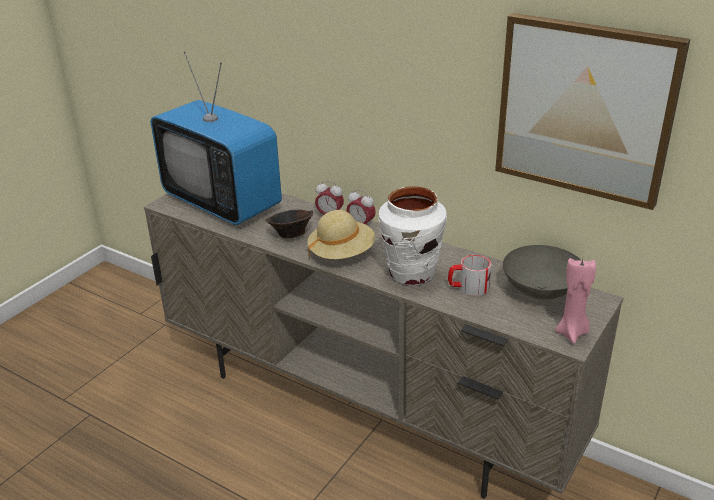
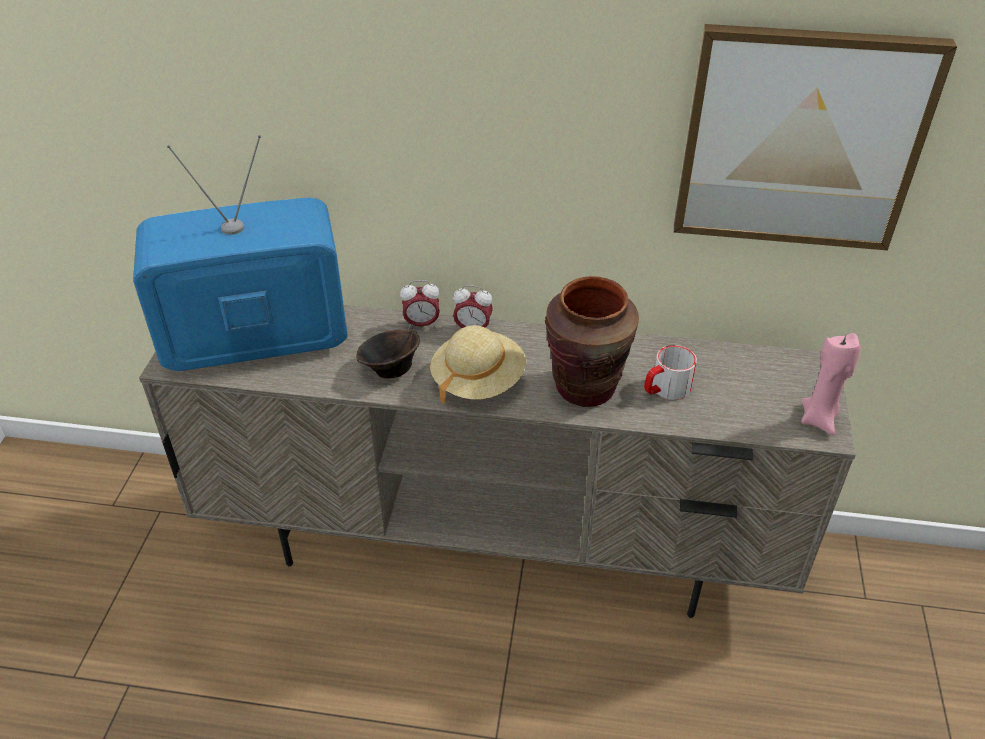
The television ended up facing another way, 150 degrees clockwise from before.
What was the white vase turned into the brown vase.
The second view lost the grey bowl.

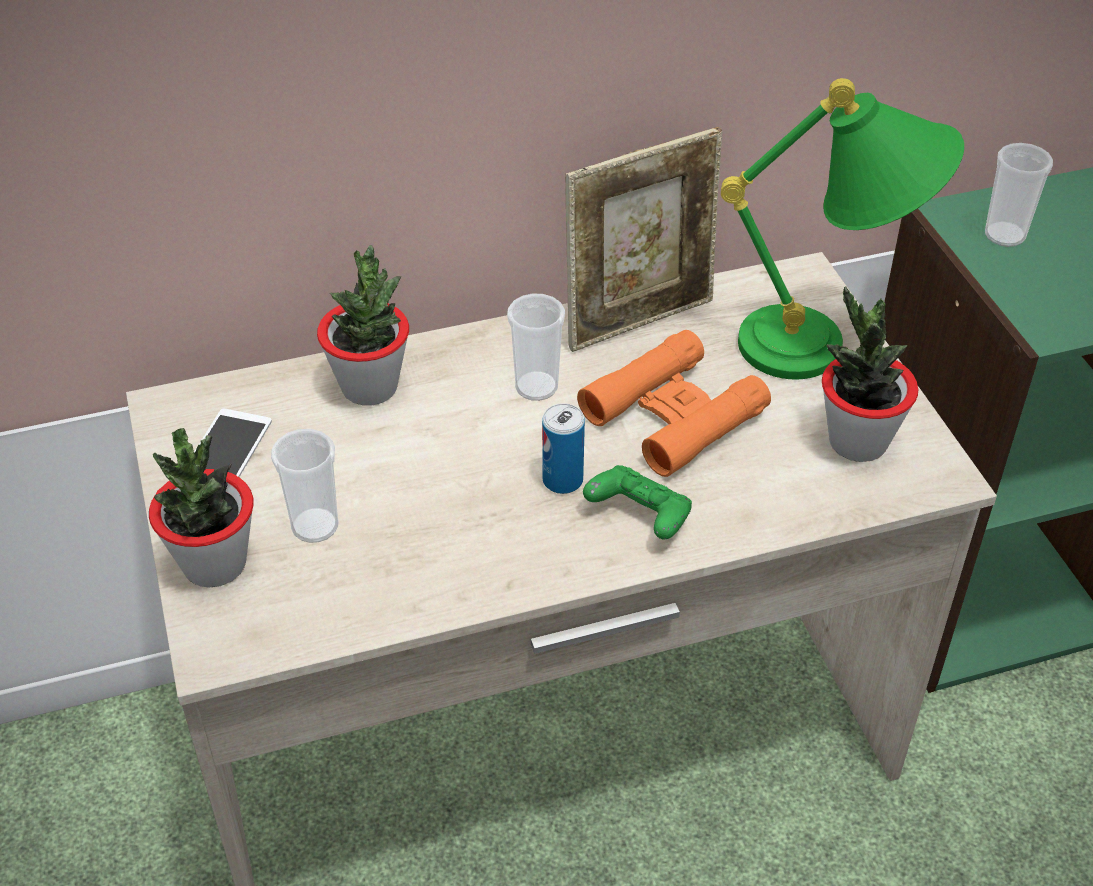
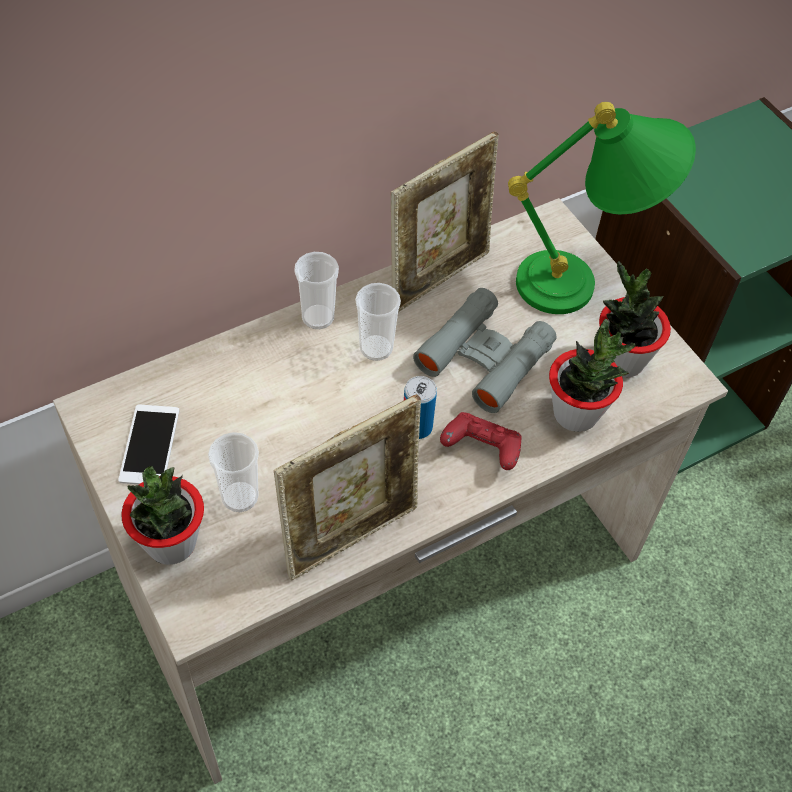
The cup (3rd from left in the first image) ended up elsewhere.
The potted plant (2nd from left) ended up elsewhere.
What was the orange binoculars turned into the grey binoculars.
What was the green game controller turned into the red game controller.
The second view gained the picture frame (1st from left).

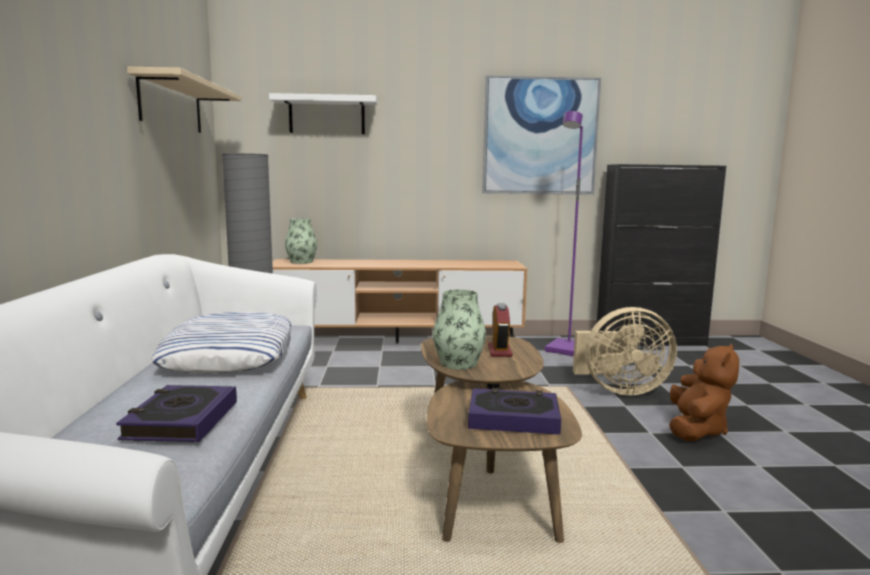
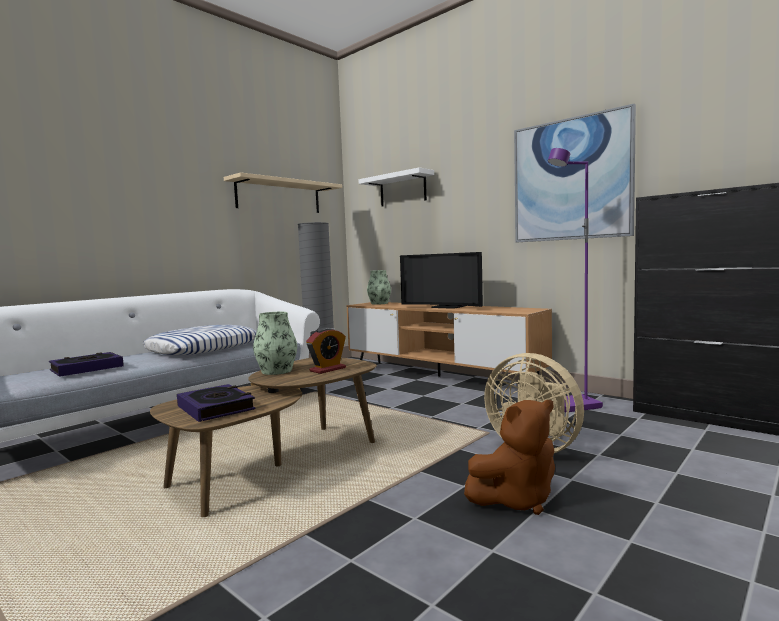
The second view gained the television.

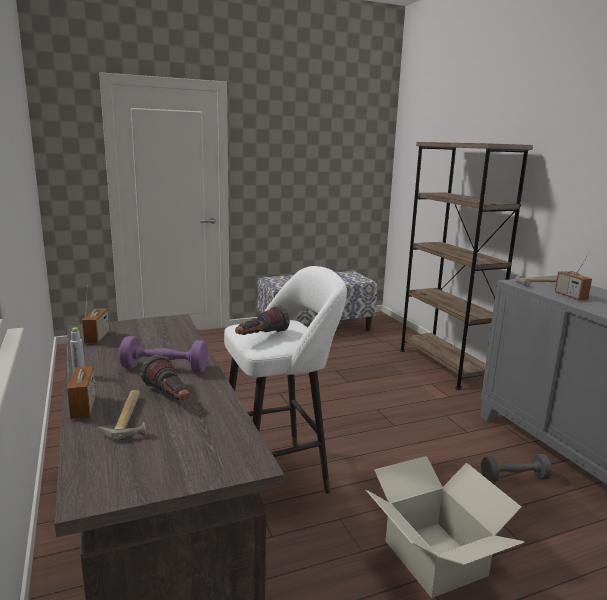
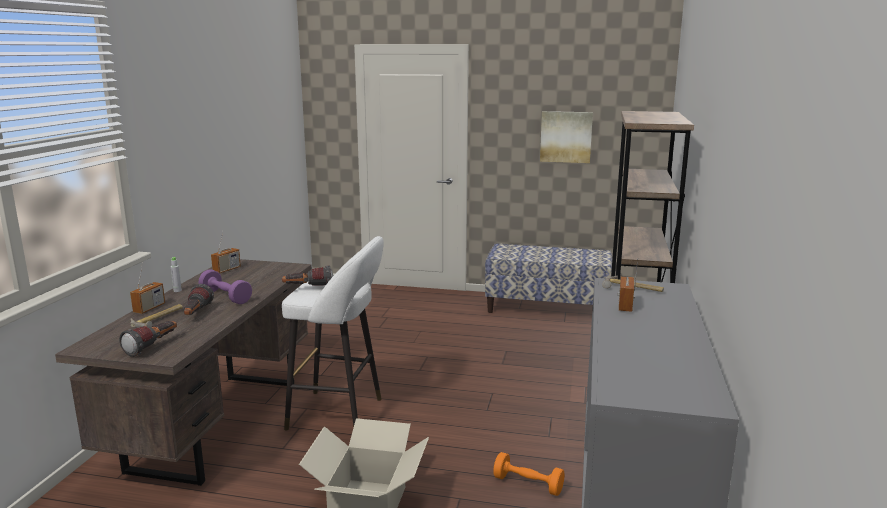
What was the grey dumbbell turned into the orange dumbbell.
The second view gained the picture.
The second view gained the flashlight (1st from left).

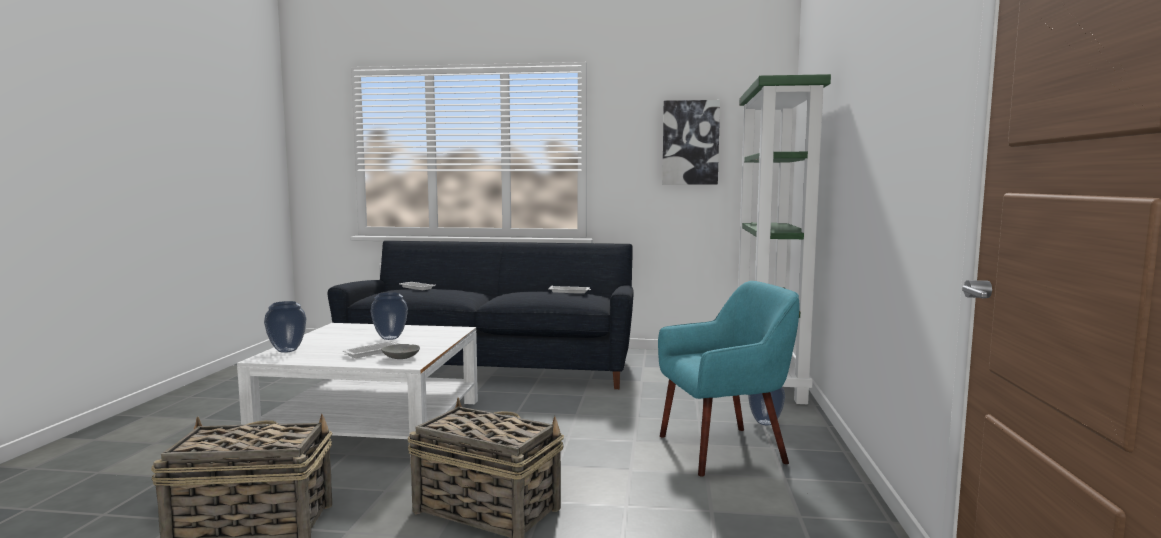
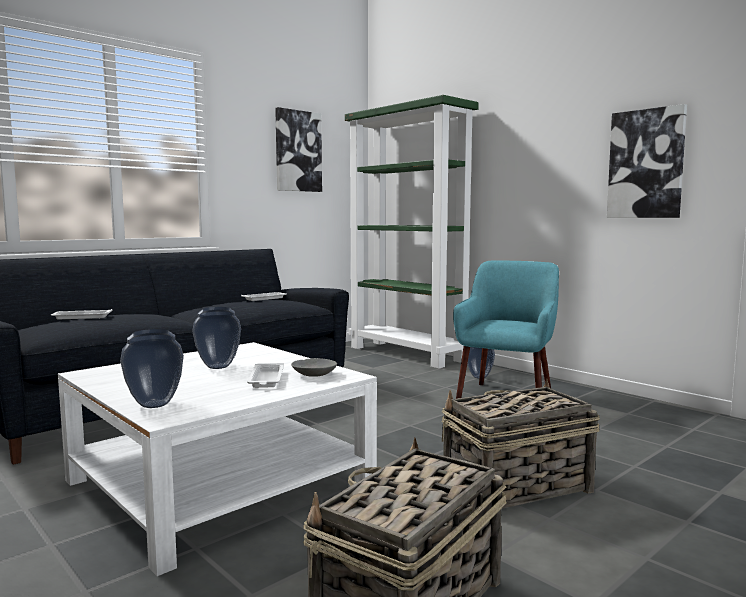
The second view gained the picture (2nd from left).

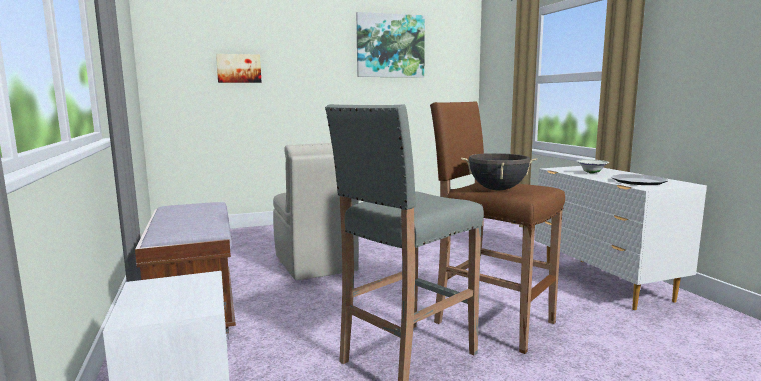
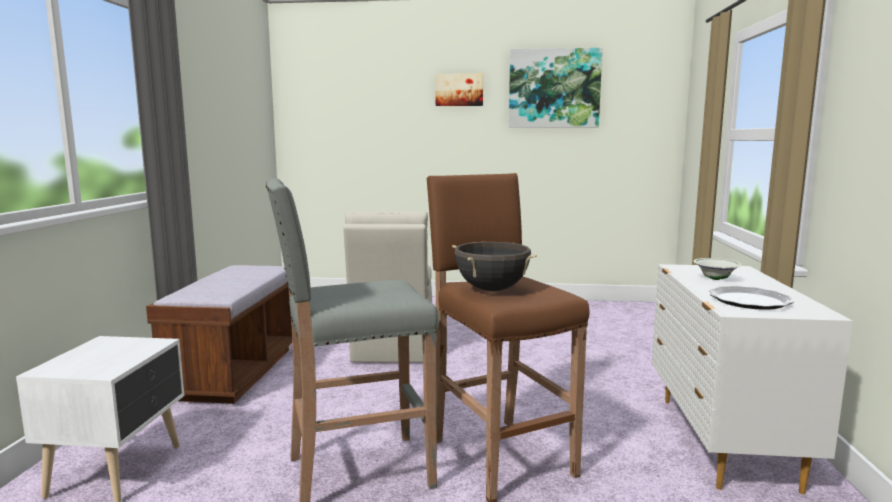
The picture (1st from left) ended up elsewhere.

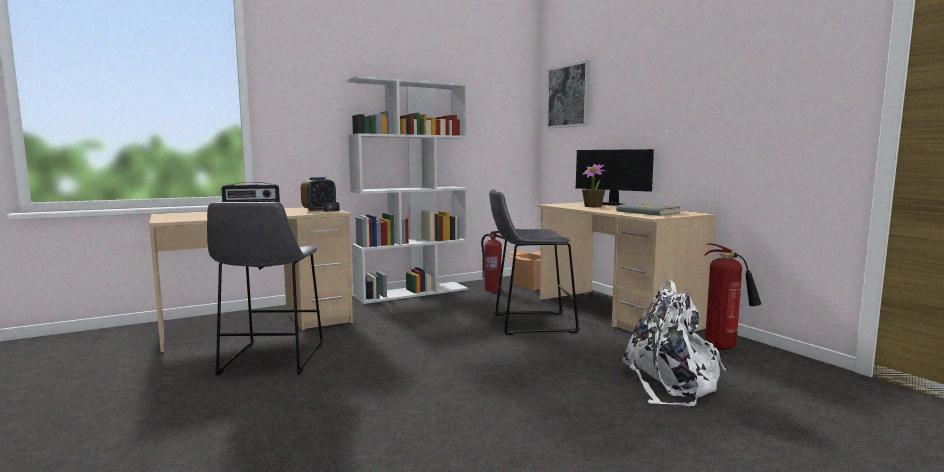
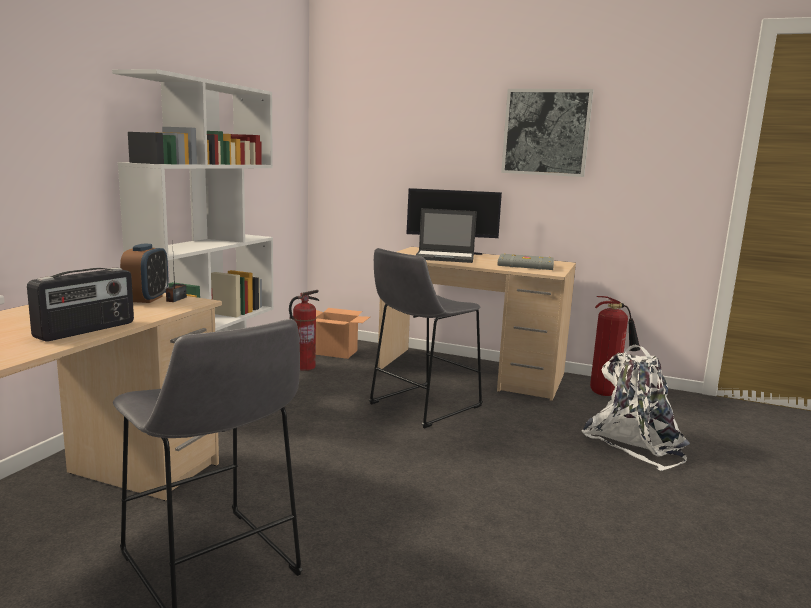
The picture ended up elsewhere.
Where the potted plant stood, the laptop came to stand.

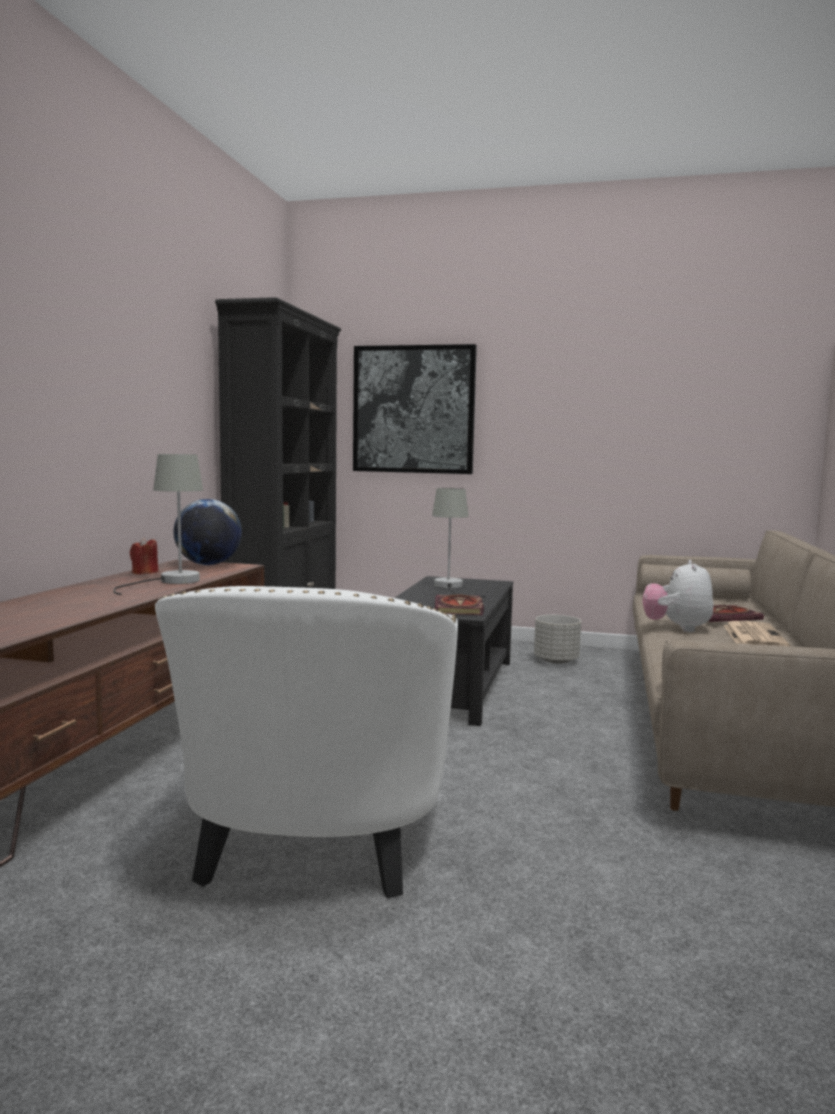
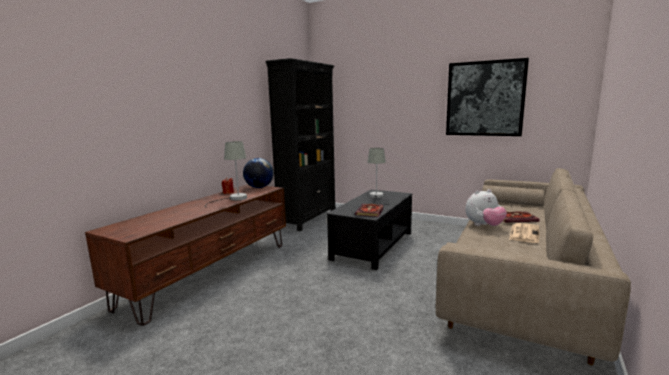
The picture ended up elsewhere.
The plush toy ended up facing another way, 135 degrees counterclockwise from before.
The second view lost the white armchair.
The second view lost the grey planter.

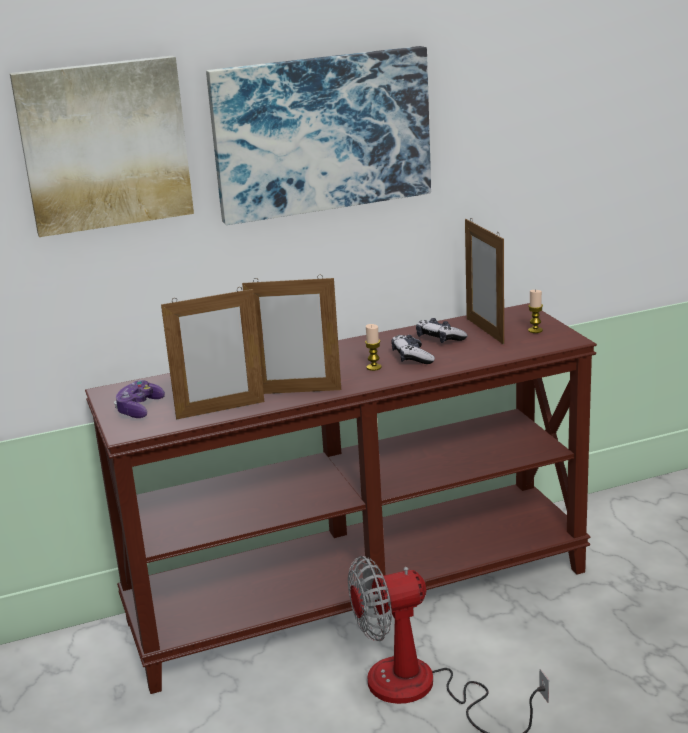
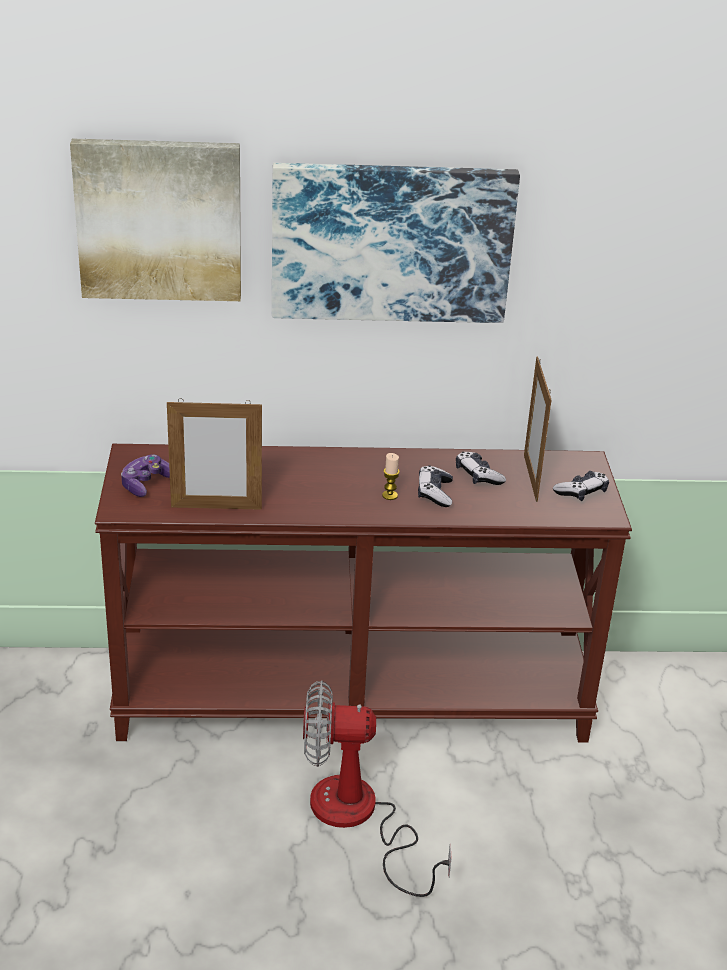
The second view lost the picture frame (2nd from left).
Where the candle (2nd from left) stood, the game controller (4th from left) came to stand.

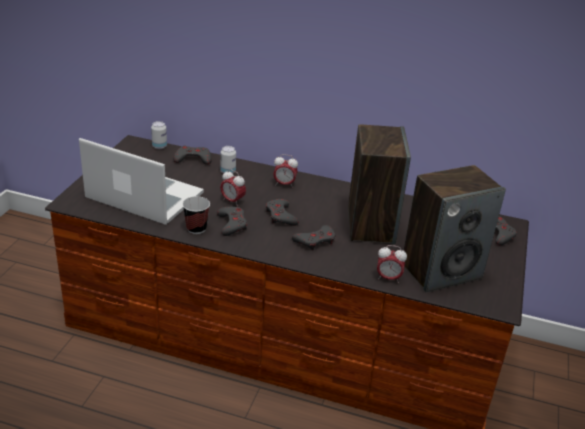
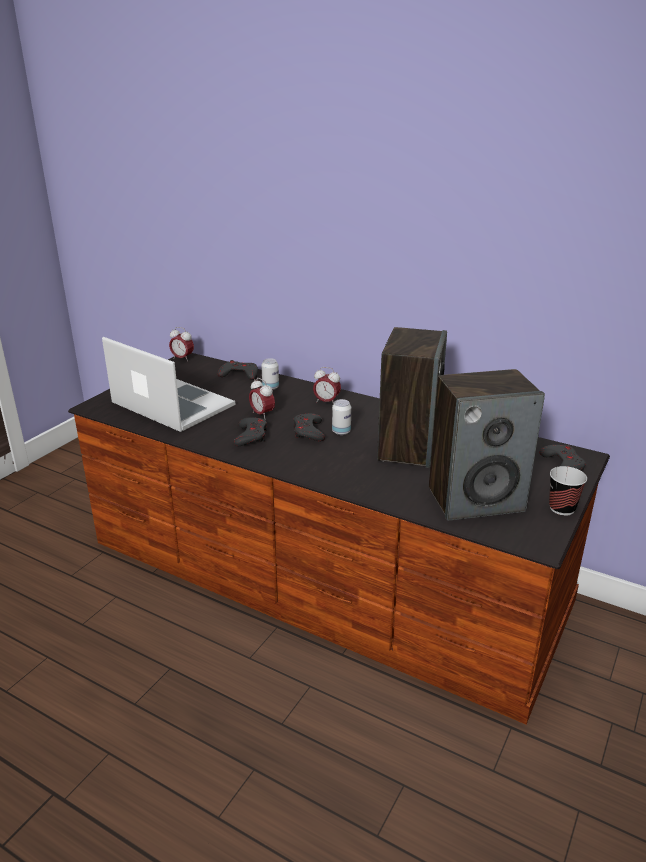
The can (1st from left in the first image) ended up elsewhere.
The cup ended up elsewhere.
The second view lost the grey game controller (4th from left).
The alarm clock (3rd from left in the first image) ended up elsewhere.

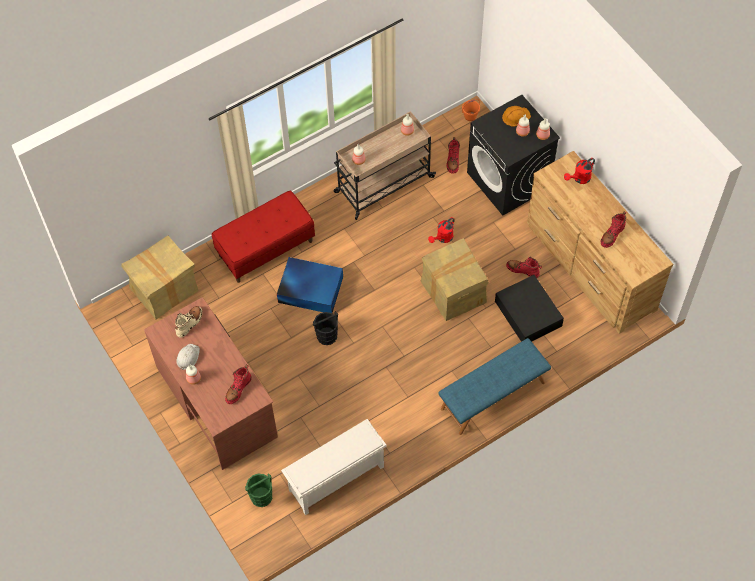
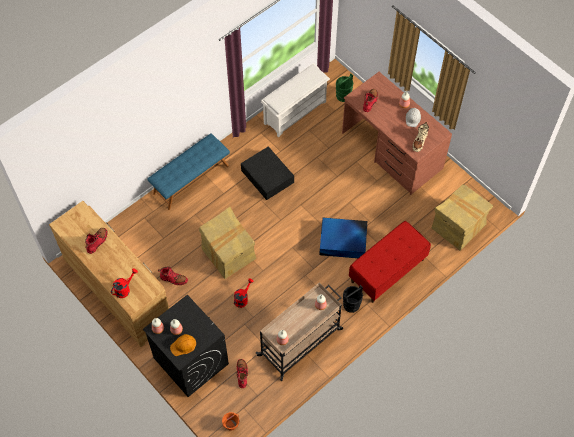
The black storage box ended up elsewhere.
The black bucket ended up elsewhere.

